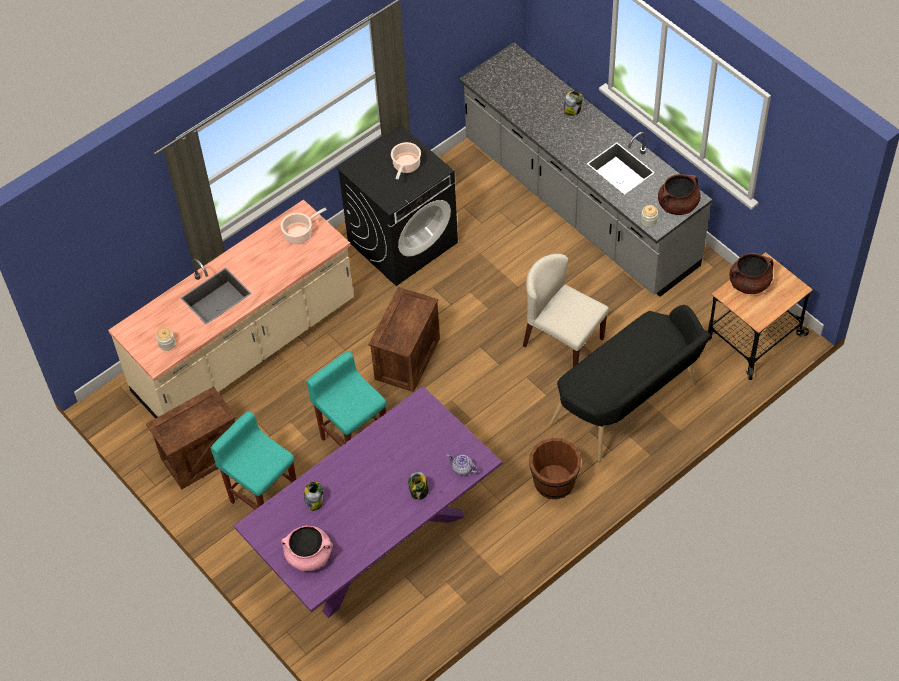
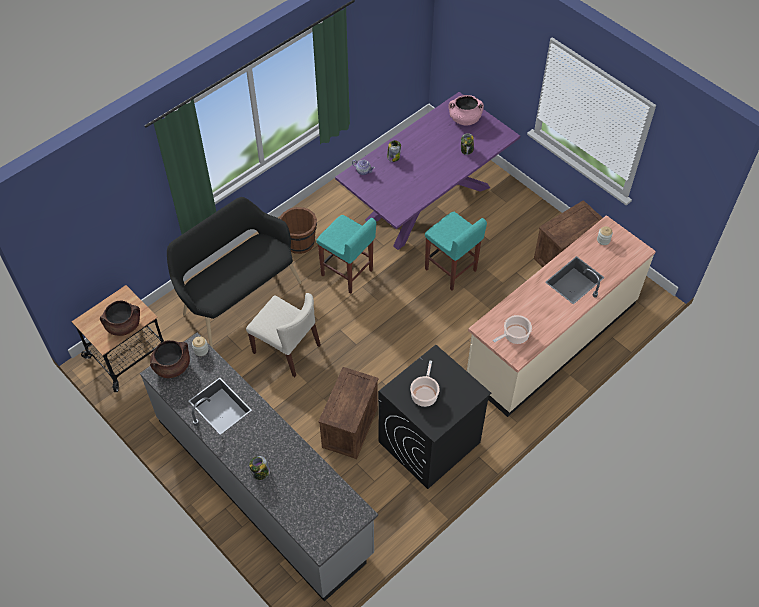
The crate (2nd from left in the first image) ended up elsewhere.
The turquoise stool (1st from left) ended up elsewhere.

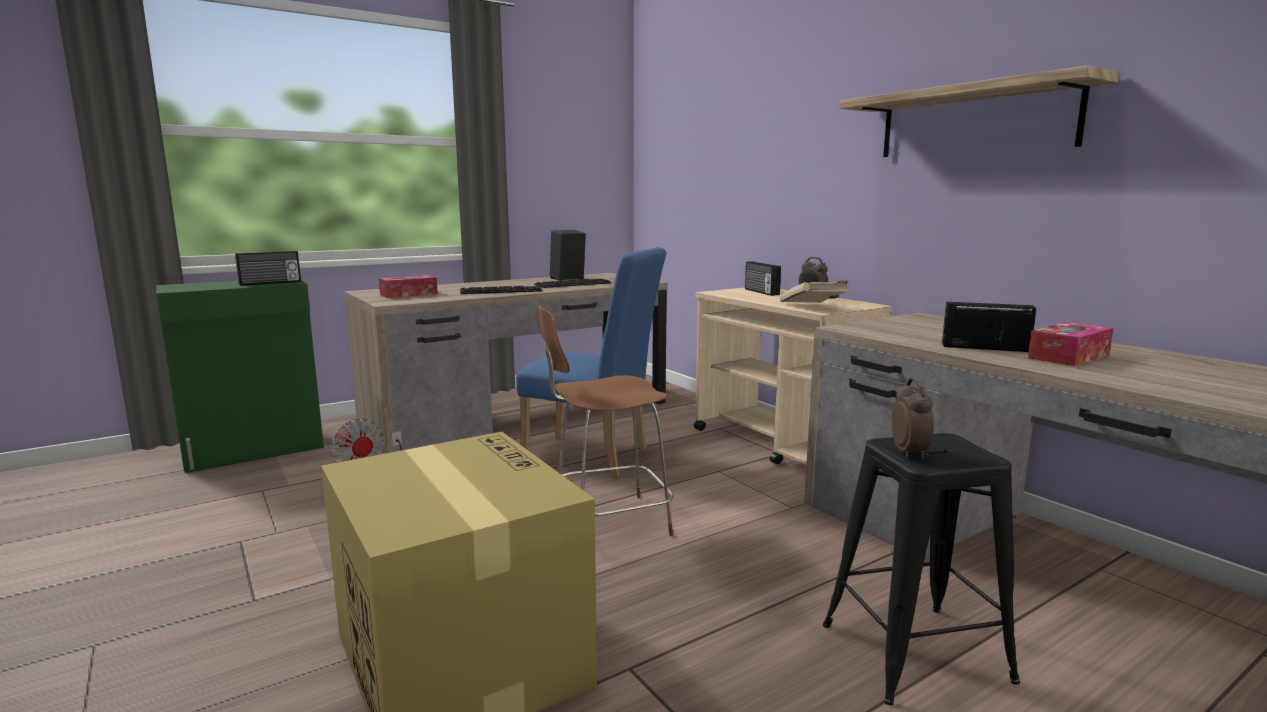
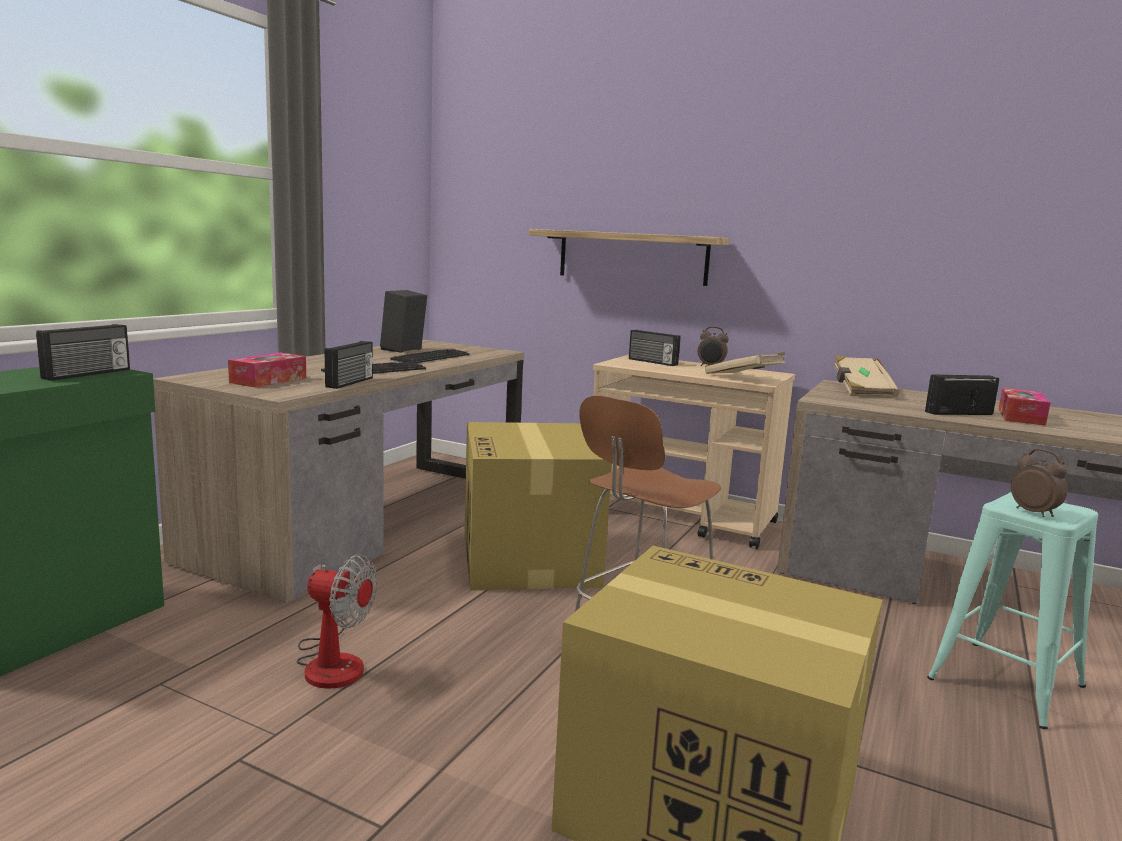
The shelf ended up elsewhere.
Where the blue chair stood, the cardboard box (1st from left) came to stand.
What was the black stool turned into the turquoise stool.
The second view gained the radio (2nd from left).
The second view gained the beige book (2nd from left).

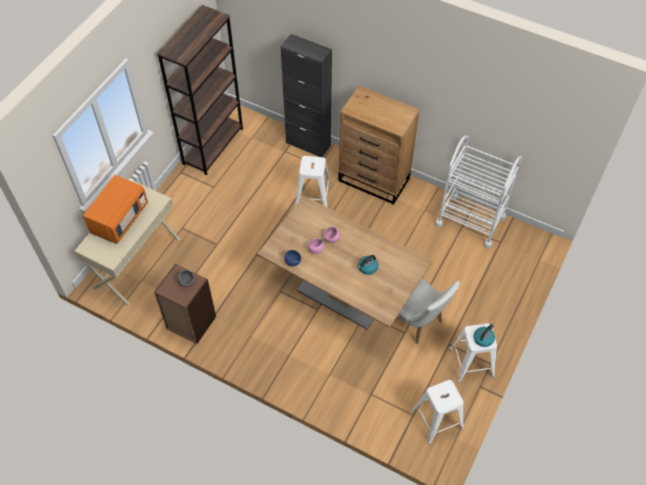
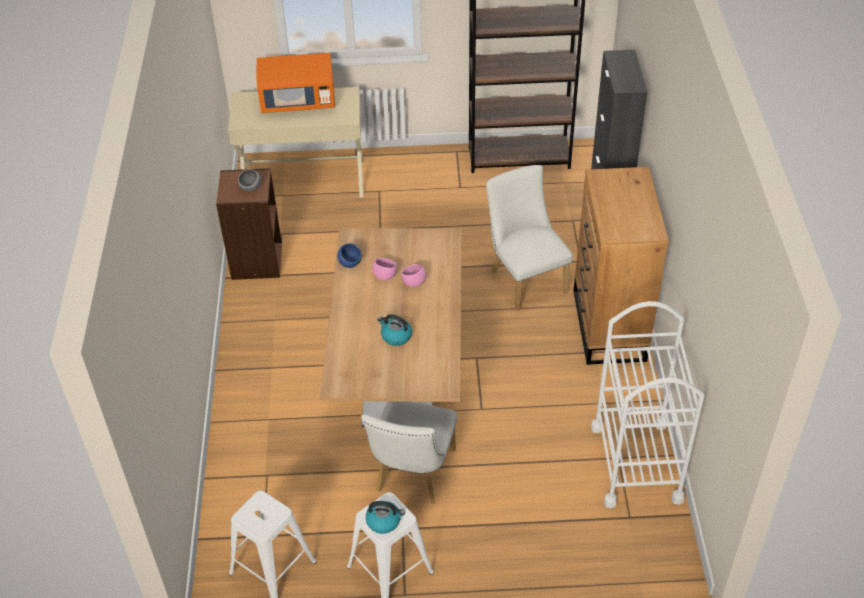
Where the white stool (1st from left) stood, the white chair (2nd from left) came to stand.

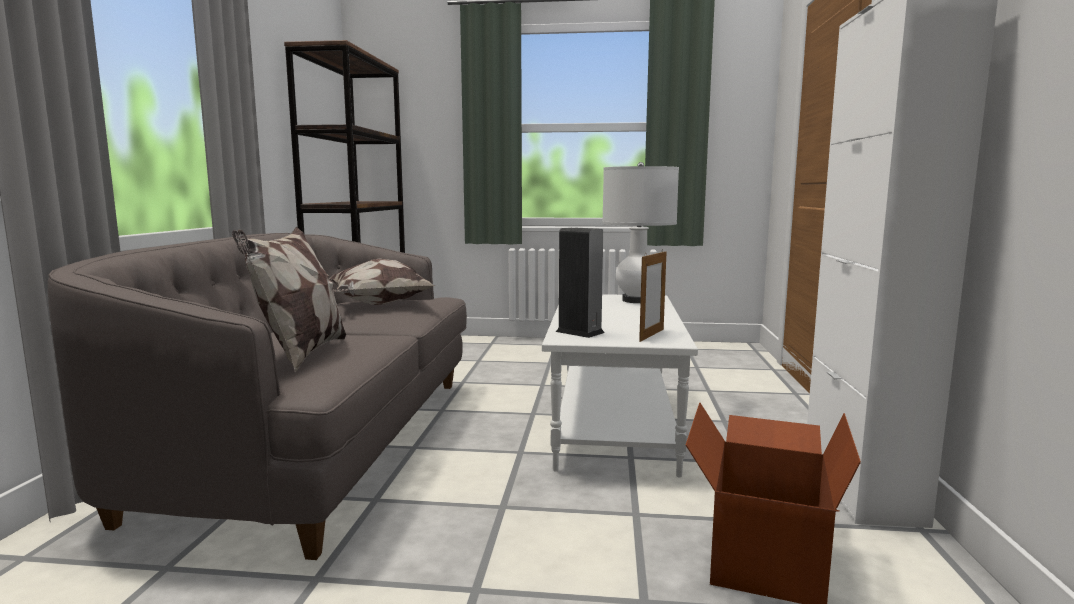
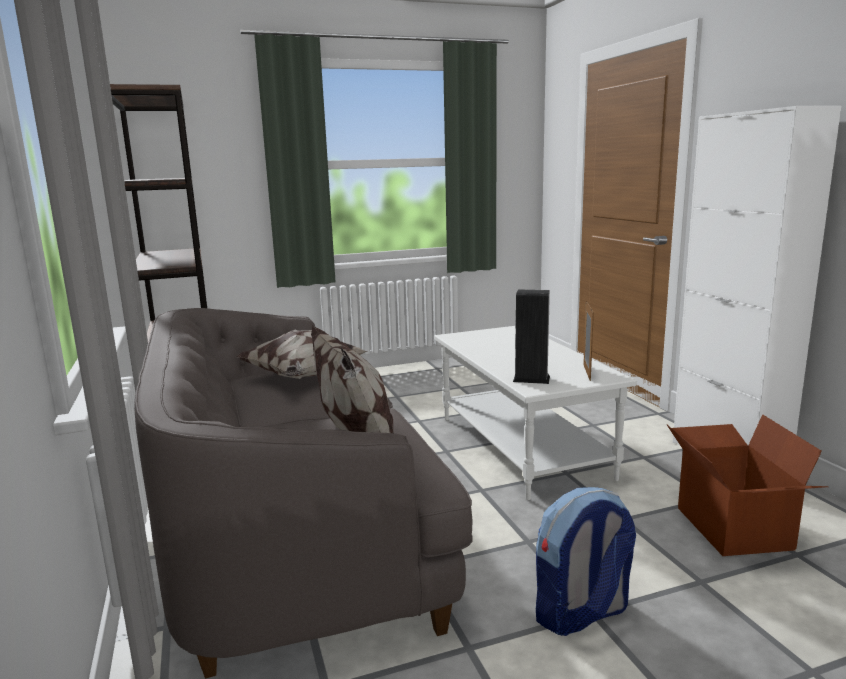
The second view lost the white table lamp.
The second view gained the backpack.

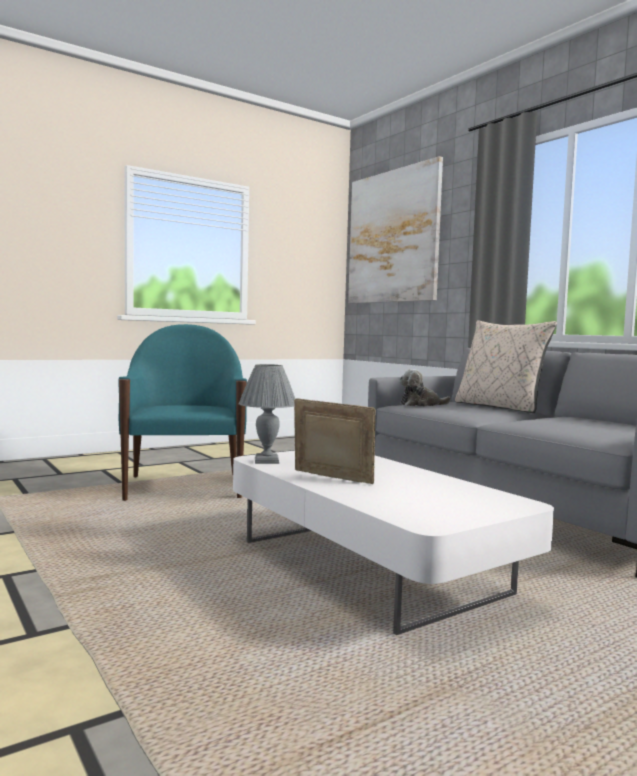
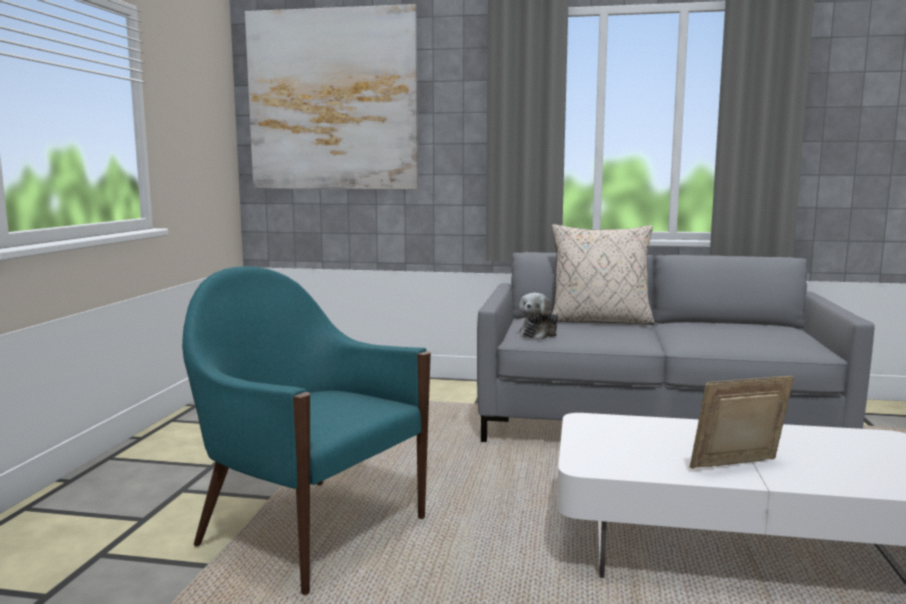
The second view lost the grey table lamp.

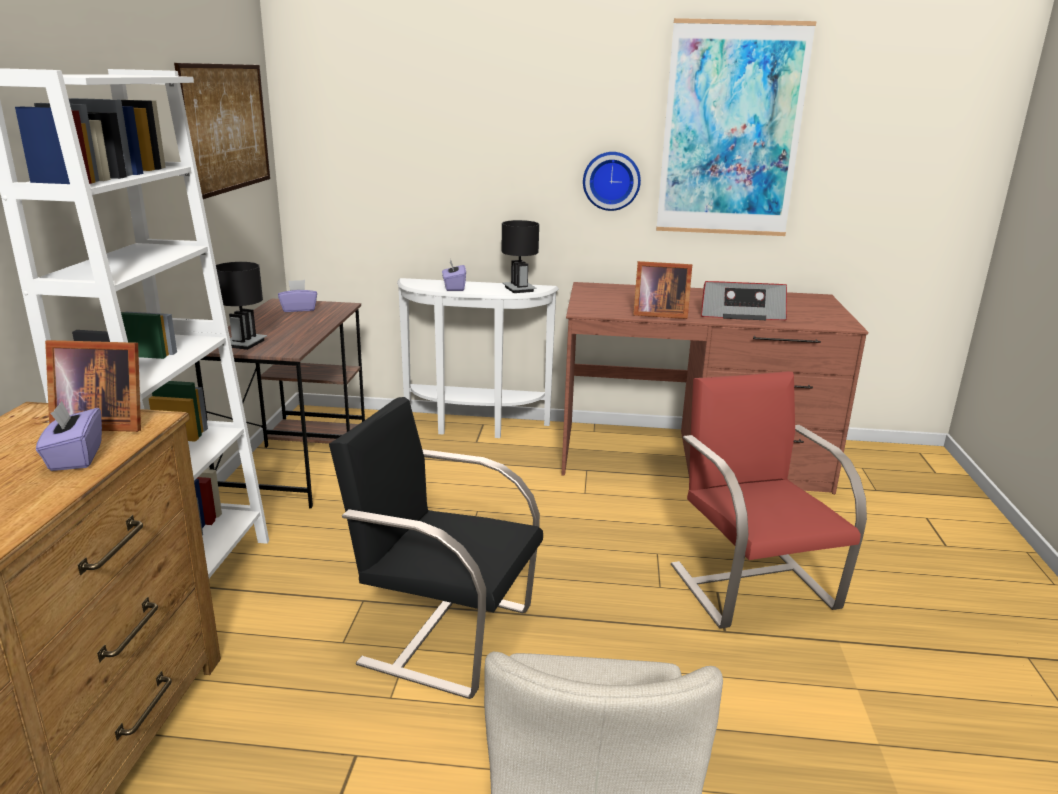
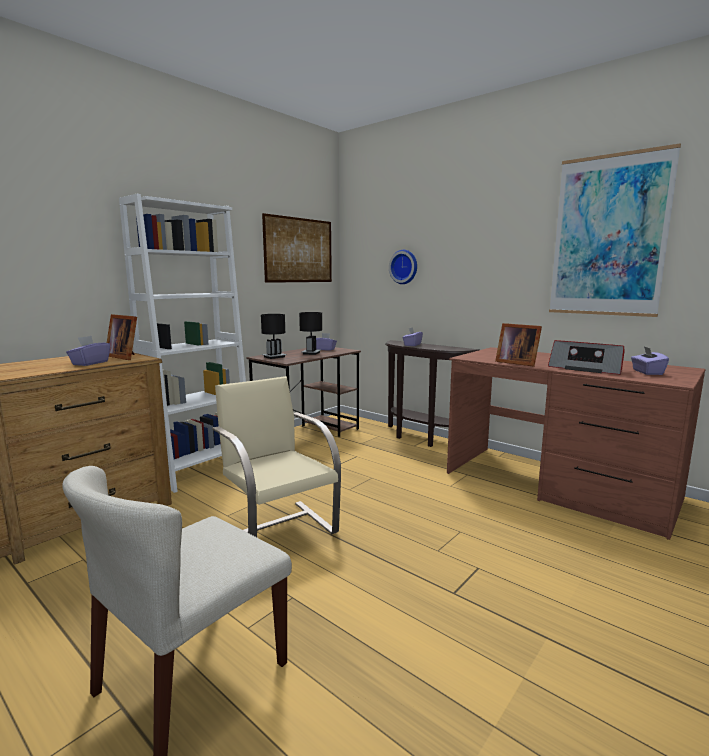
The wall clock ended up elsewhere.
The black table lamp (2nd from left) ended up elsewhere.
What was the white console table turned into the brown console table.
The second view lost the red chair.
What was the black chair turned into the beige chair (2nd from left).
The second view gained the purple tissue box (4th from left).

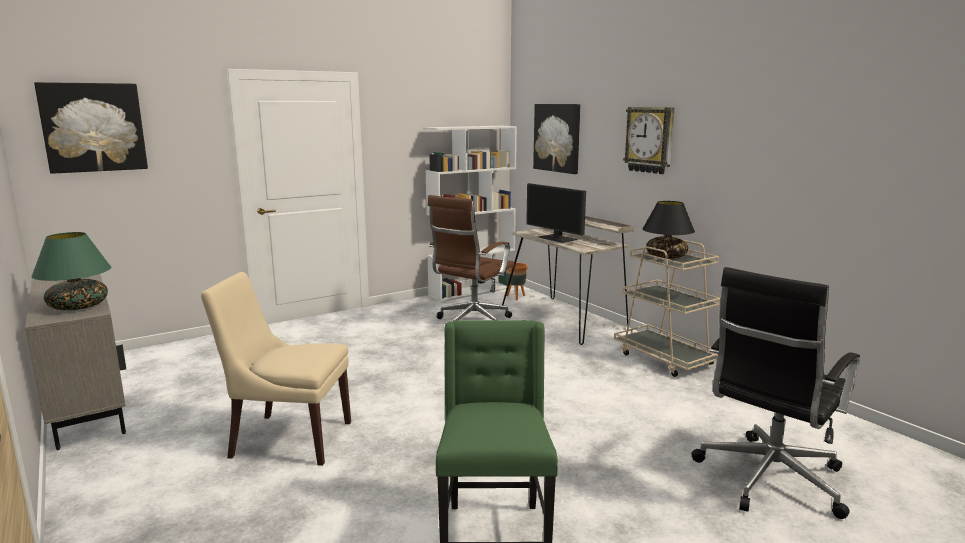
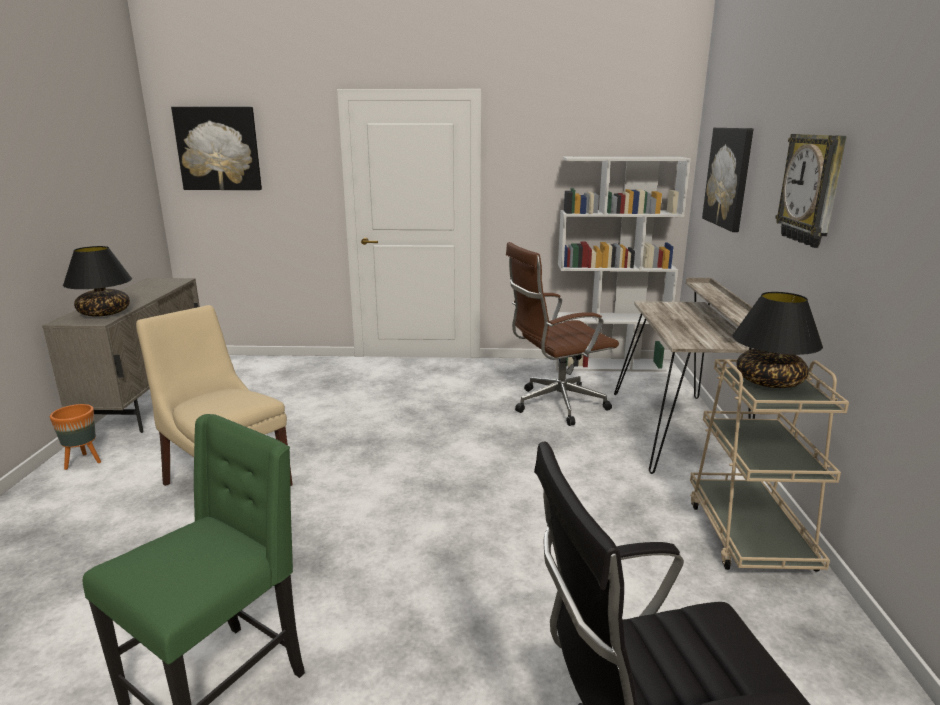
The second view lost the monitor.
What was the green table lamp turned into the black table lamp (1st from left).
The orange planter ended up elsewhere.

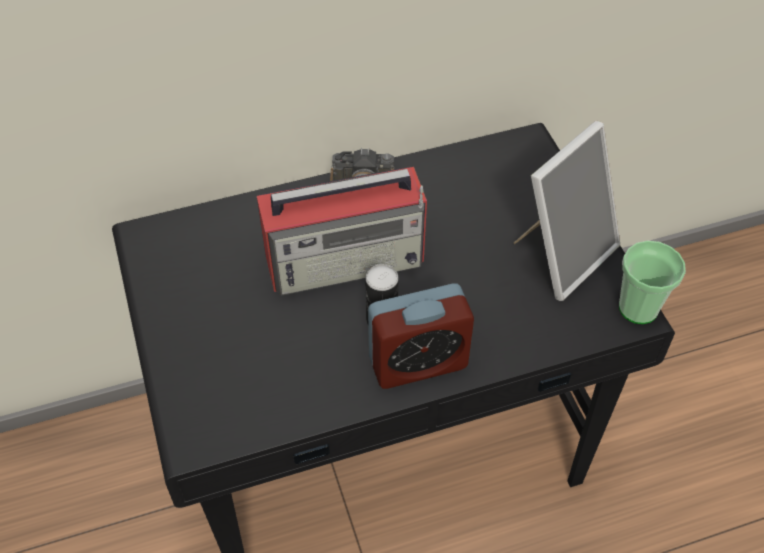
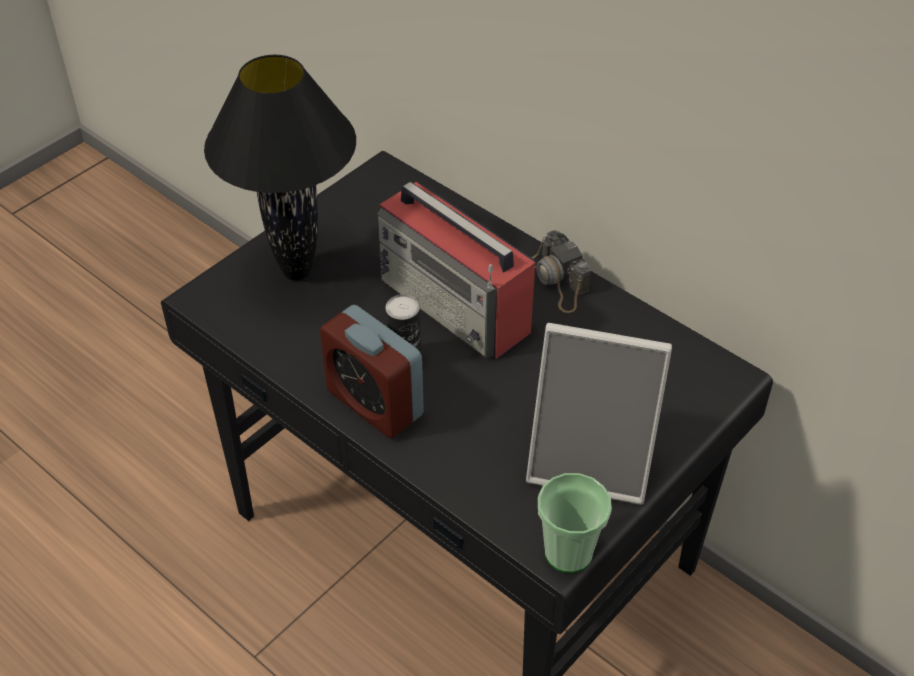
The second view gained the black table lamp.

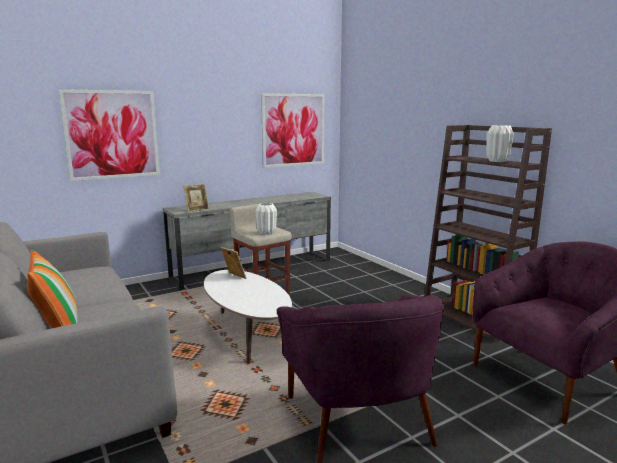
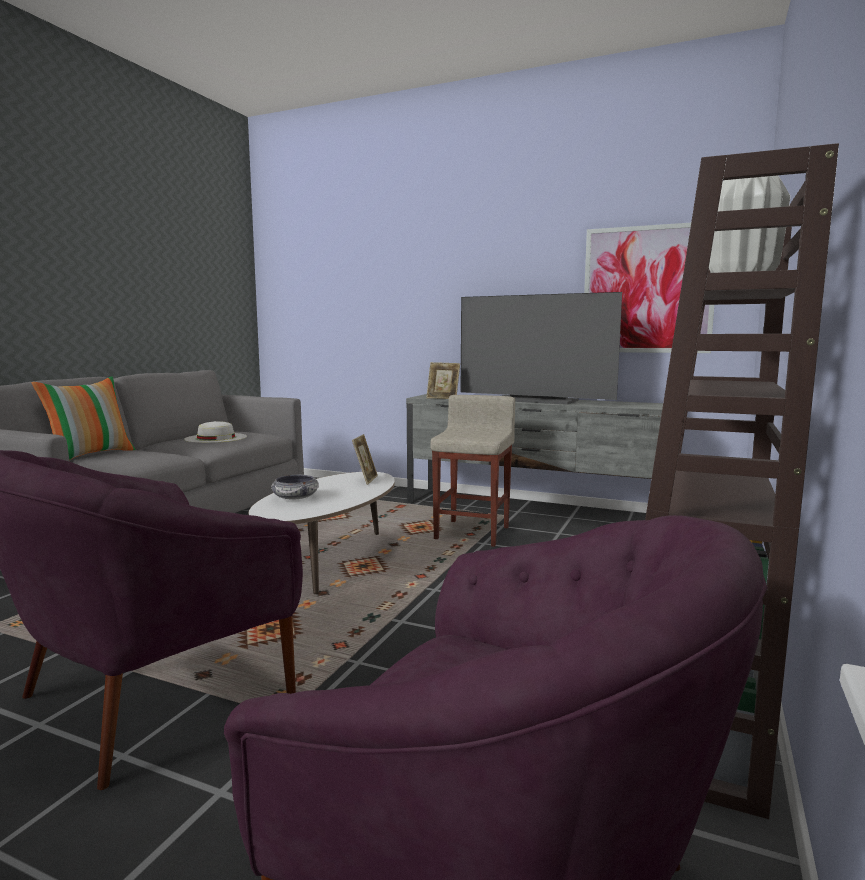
The second view lost the picture (1st from left).
The second view lost the white vase (1st from left).
The second view gained the television.
The second view gained the white hat.
The second view gained the bowl.

